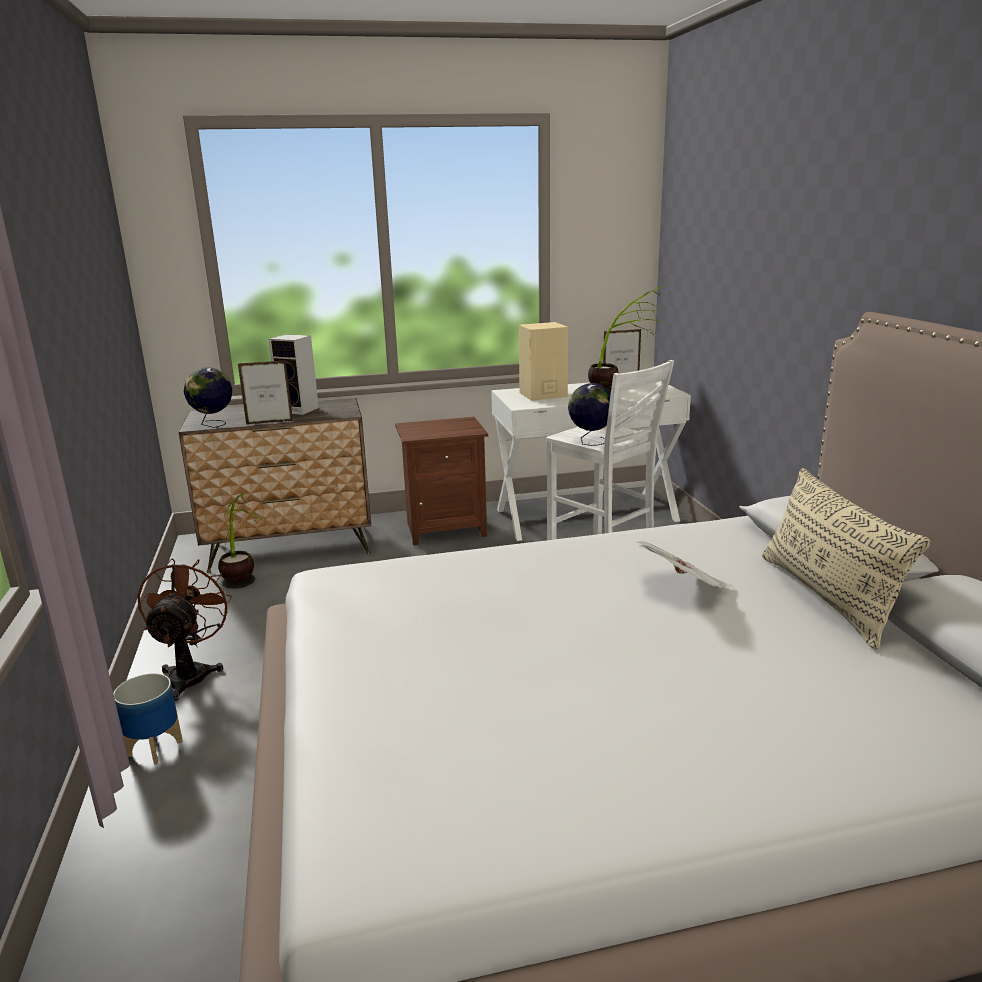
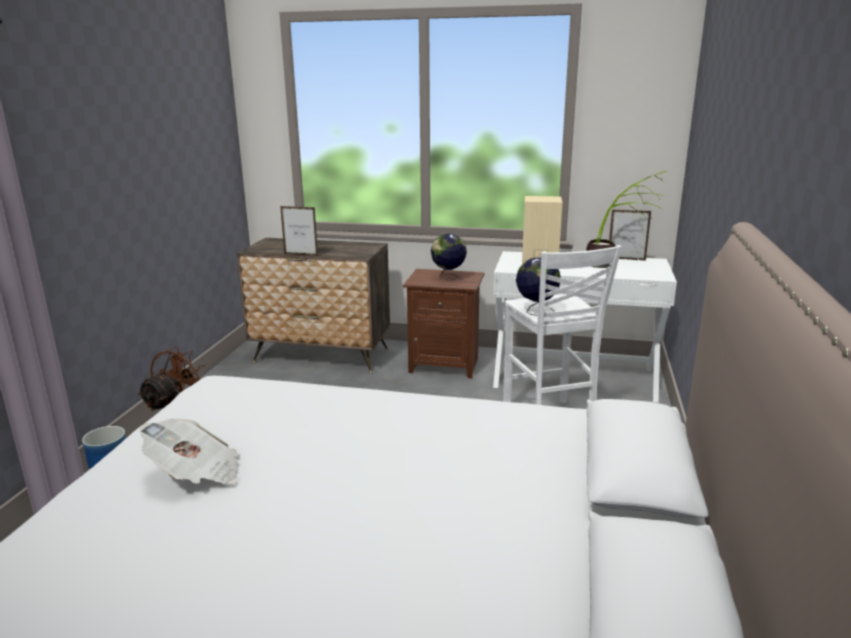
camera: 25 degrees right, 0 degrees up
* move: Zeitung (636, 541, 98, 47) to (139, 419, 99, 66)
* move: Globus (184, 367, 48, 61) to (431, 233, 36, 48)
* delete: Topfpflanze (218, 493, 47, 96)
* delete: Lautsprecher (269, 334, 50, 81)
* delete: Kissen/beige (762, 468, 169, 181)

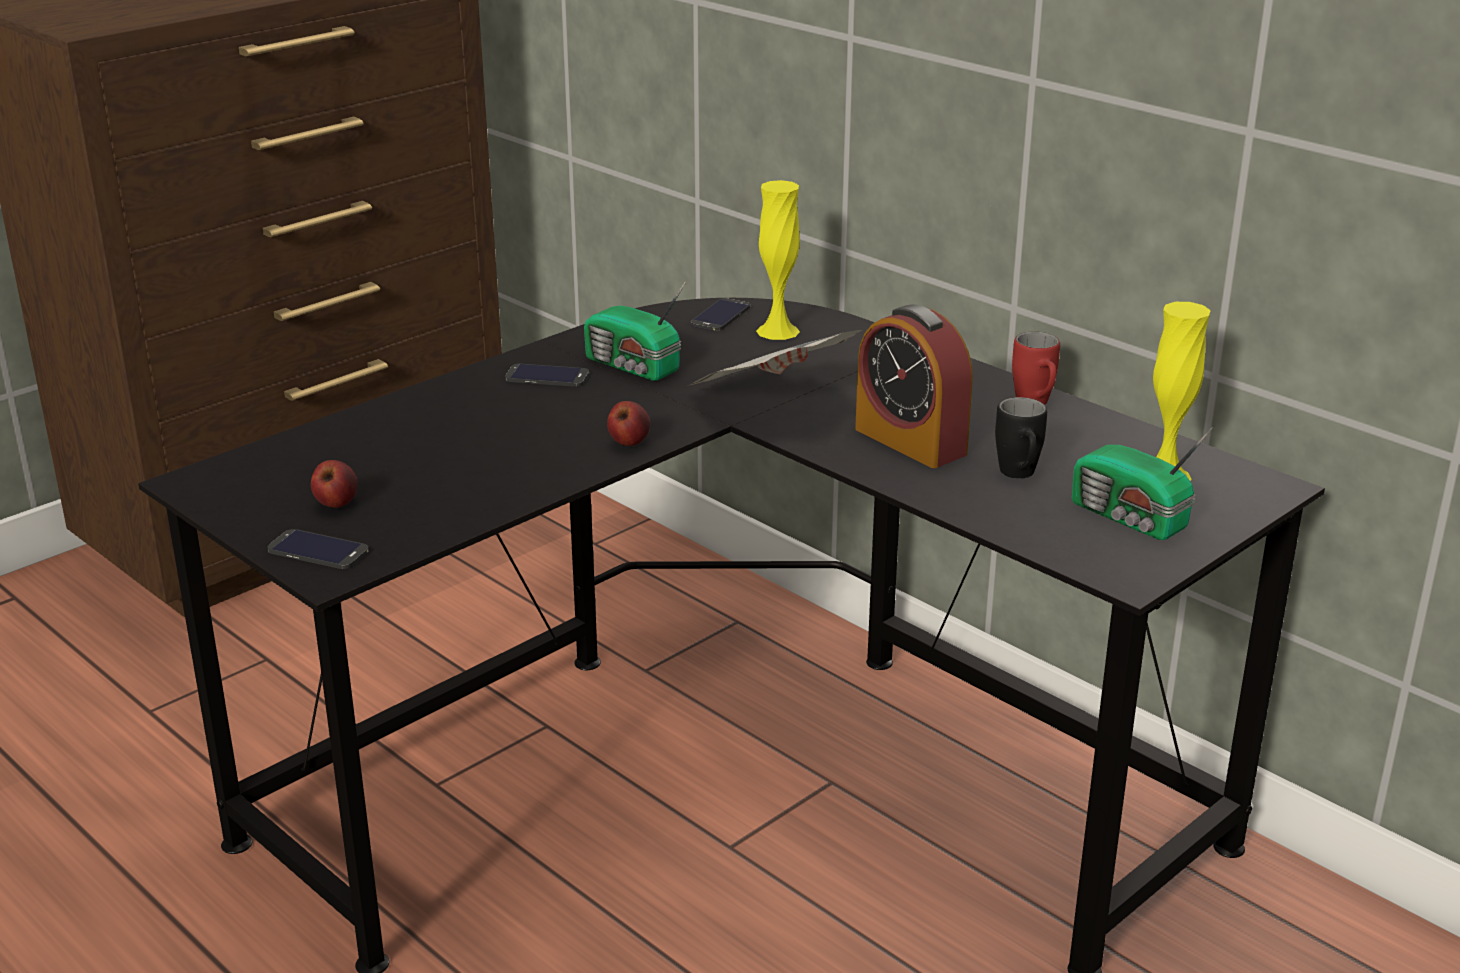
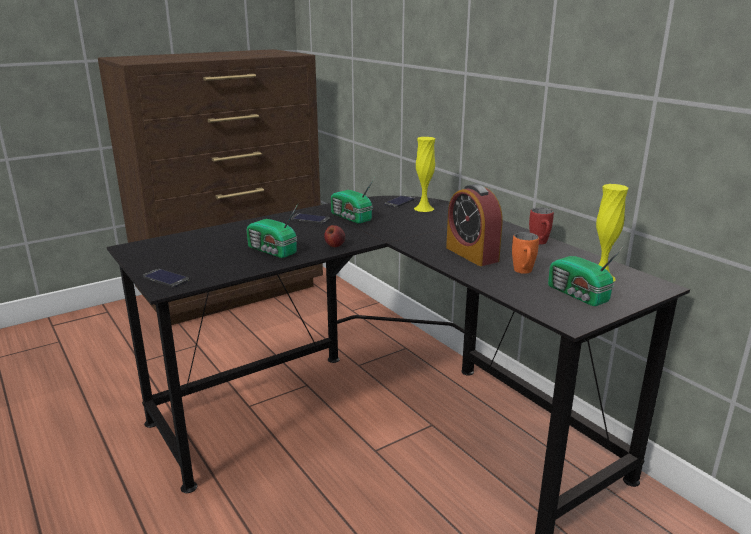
camera: 10 degrees right, 5 degrees down
* insert: Radio (247, 204, 51, 54)
* recolor: Henkelbecher/schwarz (995, 397, 52, 82) to Henkelbecher/orange (512, 232, 27, 42)
* delete: Apfel (311, 460, 47, 48)
* delete: Zeitung (687, 330, 175, 56)

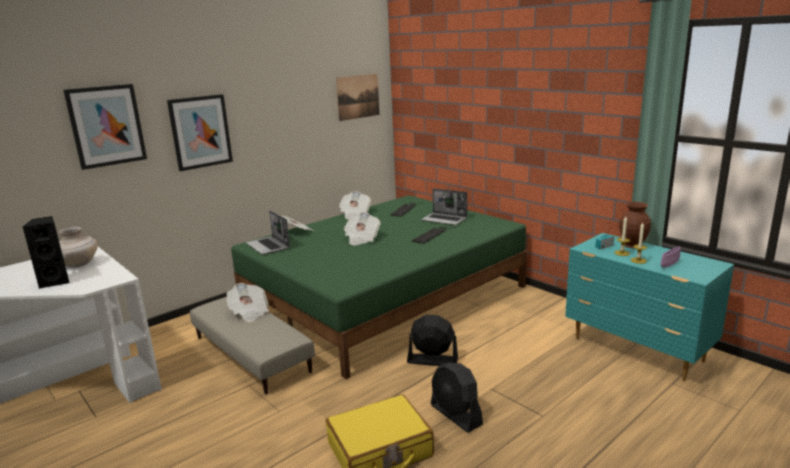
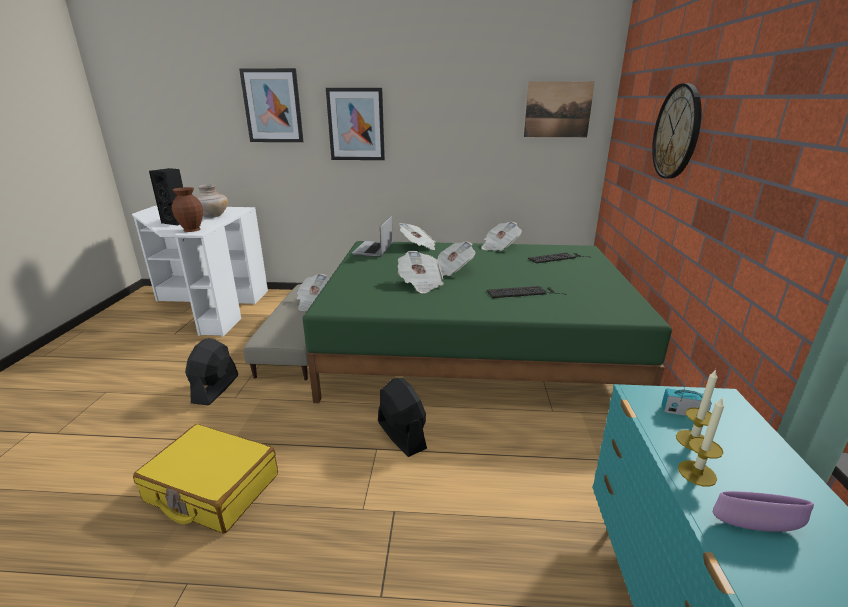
camera: 45 degrees right, 5 degrees up
* move: Vase/braun (619, 202, 32, 46) to (172, 187, 31, 45)
* move: Ventilator/schwarz (431, 363, 52, 70) to (185, 338, 53, 67)
* insert: Zeitung (398, 251, 46, 43)
* insert: Wanduhr (652, 83, 50, 96)
* delete: Laptop (421, 188, 46, 37)

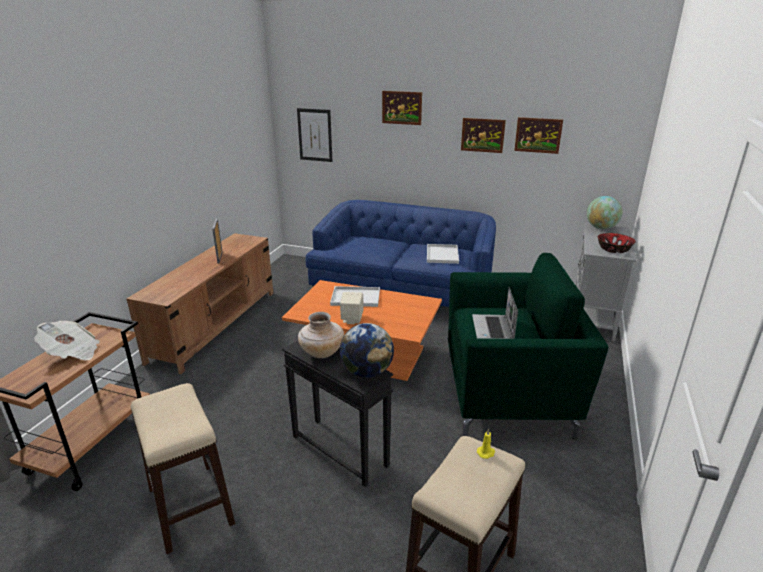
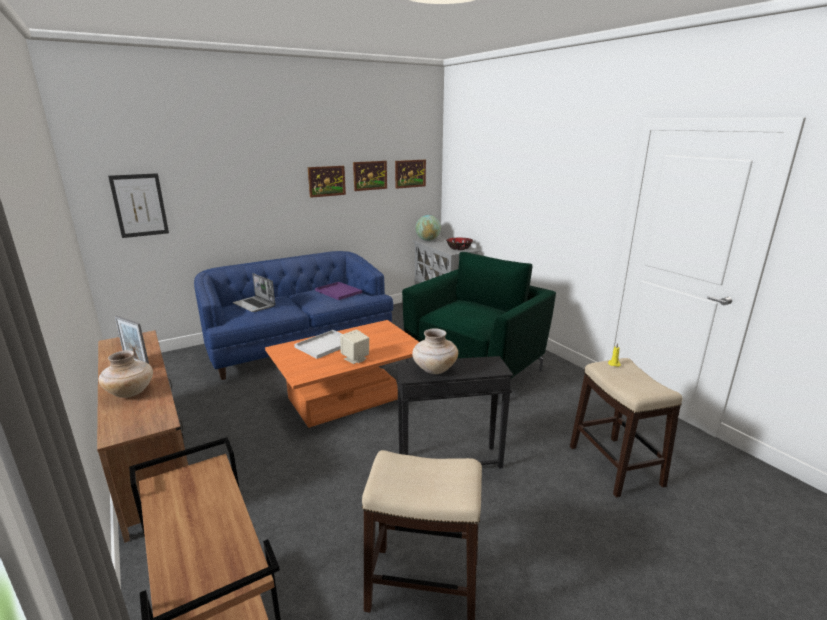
camera: 50 degrees left, 5 degrees down
* insert: Vase/beige (99, 350, 54, 48)
* move: Laptop (472, 287, 46, 52) to (233, 273, 42, 39)
* recolor: Tablett/weiß (427, 244, 32, 20) to Tablett/lila (315, 282, 47, 18)
* move: Bild (382, 91, 40, 34) to (395, 160, 31, 29)
* delete: Zeitung (34, 321, 66, 39)
* delete: Globus (340, 323, 54, 55)

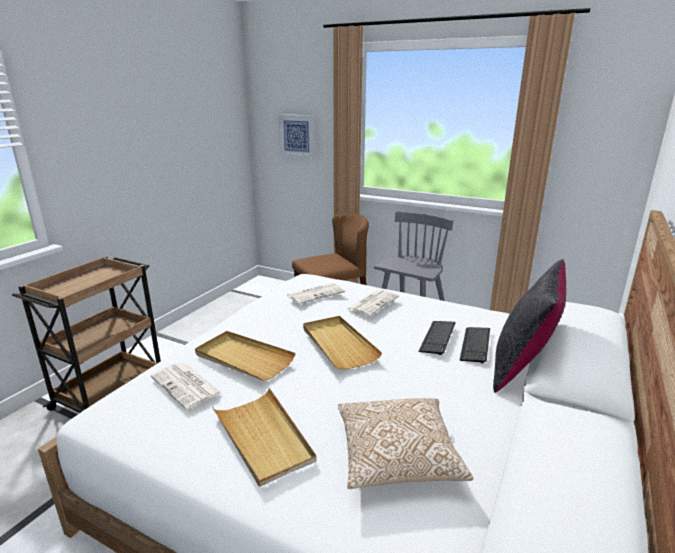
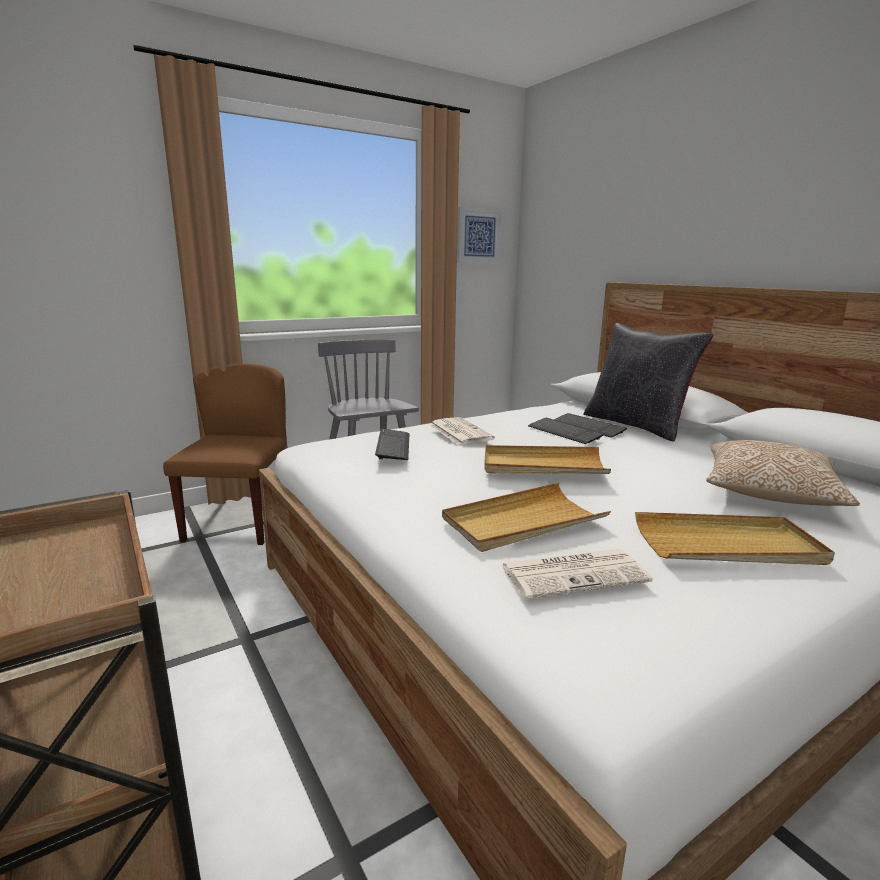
camera: 60 degrees left, 5 degrees down
* replace: Zeitung (286, 283, 59, 21) to Tastatur (375, 429, 34, 31)
* move: Bild (278, 114, 37, 44) to (457, 207, 45, 57)

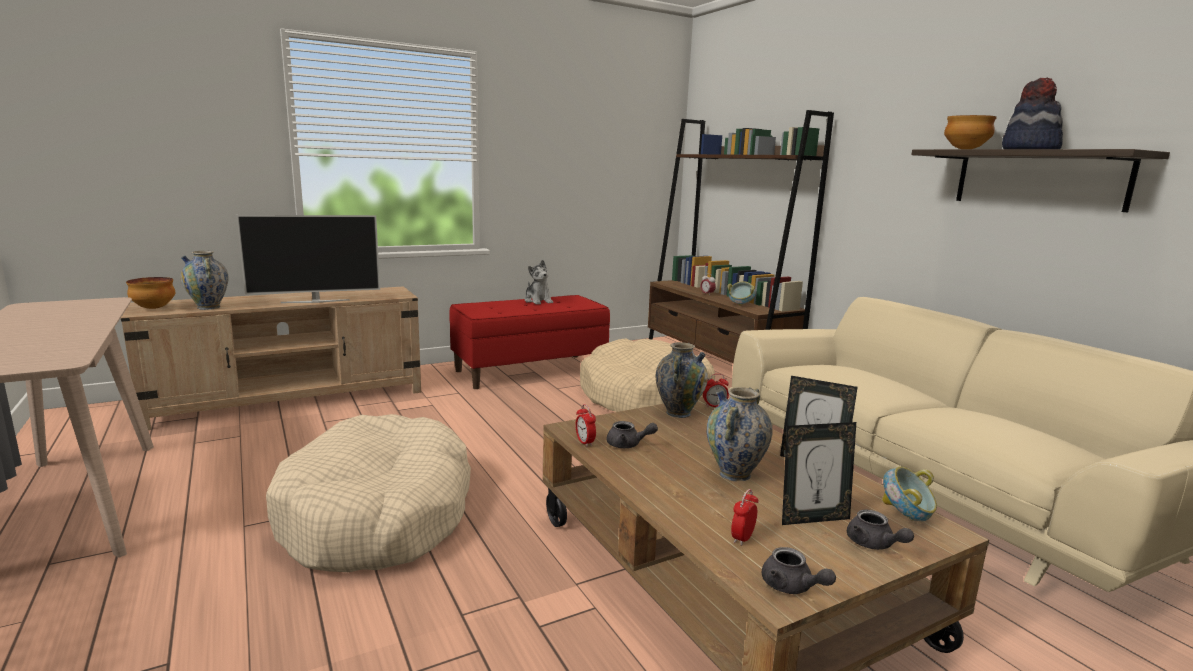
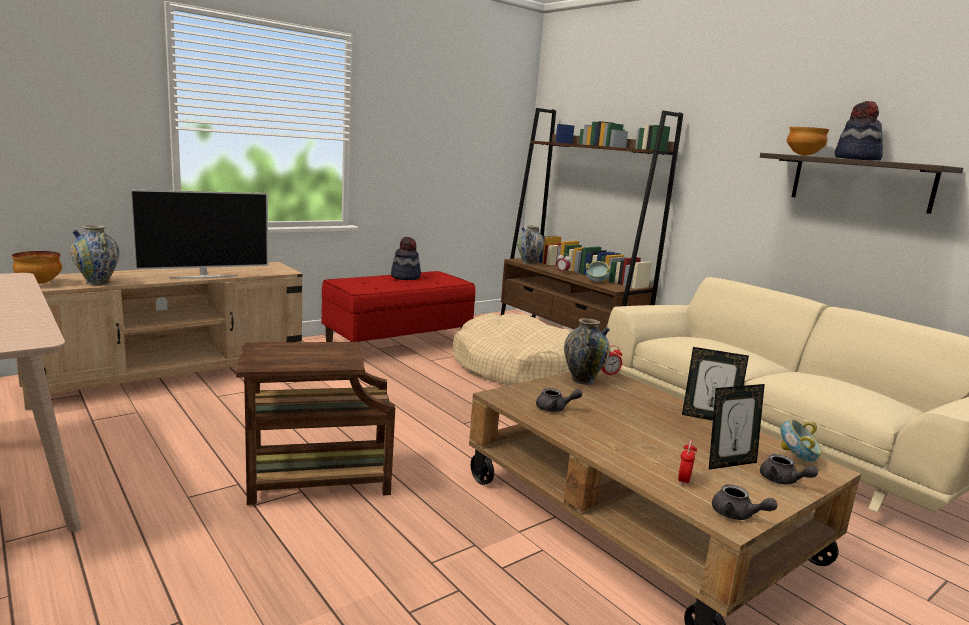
camera: 10 degrees left, 0 degrees up
* replace: Hundebett/beige (266, 414, 205, 158) to Beistelltisch/braun (236, 342, 159, 163)
* replace: Plüschtier (524, 260, 29, 45) to Hut (391, 237, 30, 43)
* move: Vase (706, 387, 67, 94) to (517, 226, 27, 38)
* delete: Wecker (576, 404, 20, 43)

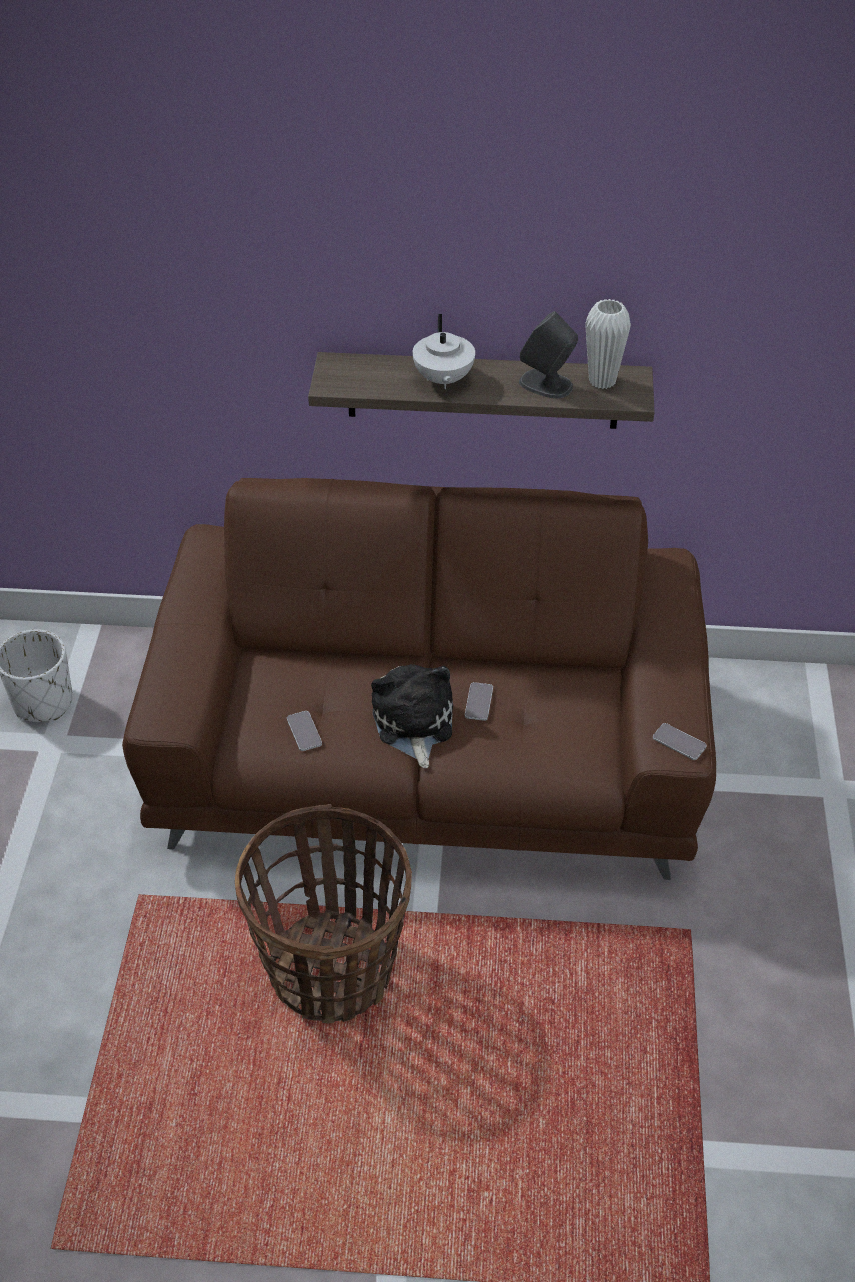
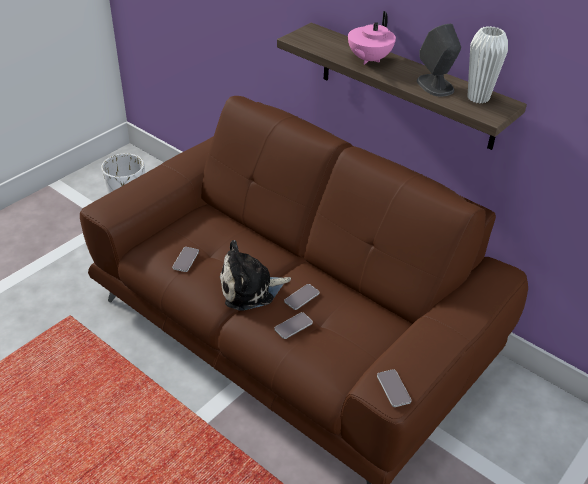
camera: 35 degrees right, 5 degrees down
* rotate: Plüschtier (371, 664, 82, 104) = (220, 240, 71, 71) 135 degrees counterclockwise
* insert: Handy (274, 312, 39, 27)
* recolor: Teekanne/weiß (412, 314, 63, 75) to Teekanne/rosa (348, 11, 48, 54)
* delete: Korb (235, 804, 177, 220)

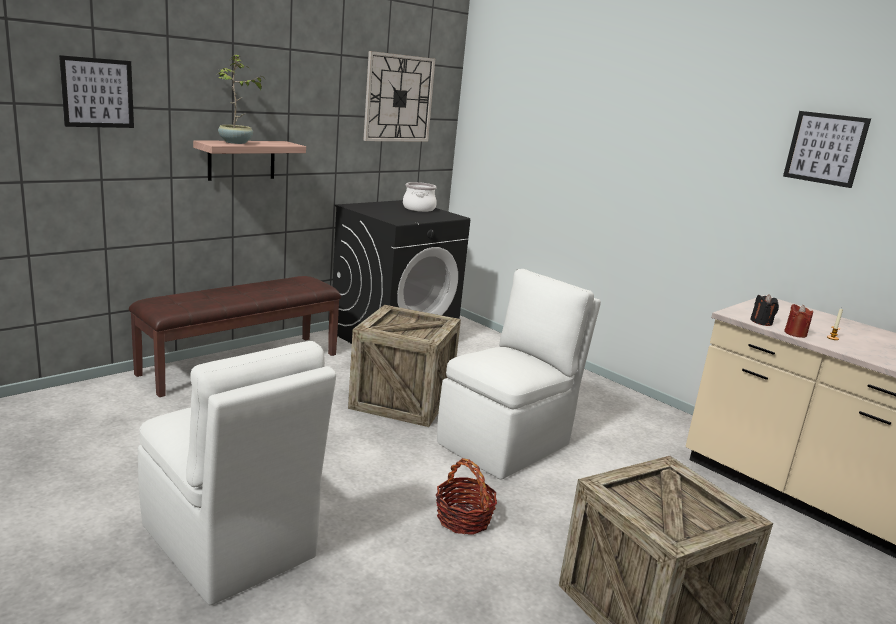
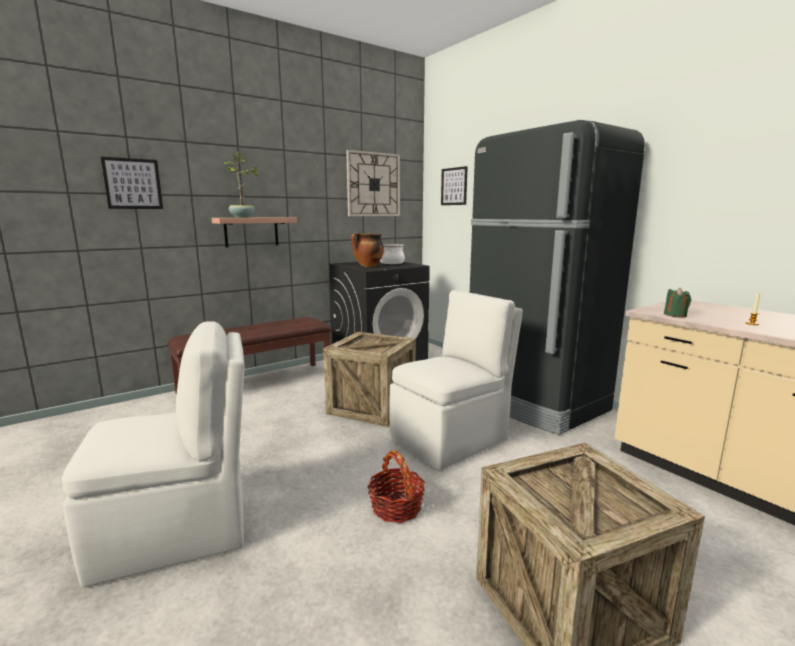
camera: 10 degrees right, 5 degrees down
* rotate: Stuhl/weiß (138, 341, 198, 264) = (62, 322, 183, 265) 75 degrees counterclockwise
* insert: Kochtopf (351, 233, 33, 34)
* move: Bild (783, 111, 88, 77) to (441, 166, 27, 39)
* insert: Kühlschrank/schwarz (470, 120, 175, 315)
* recolor: Kerze/schwarz (750, 294, 29, 32) to Kerze/grün (664, 288, 27, 30)
* delete: Kerze/rot (784, 304, 29, 34)

